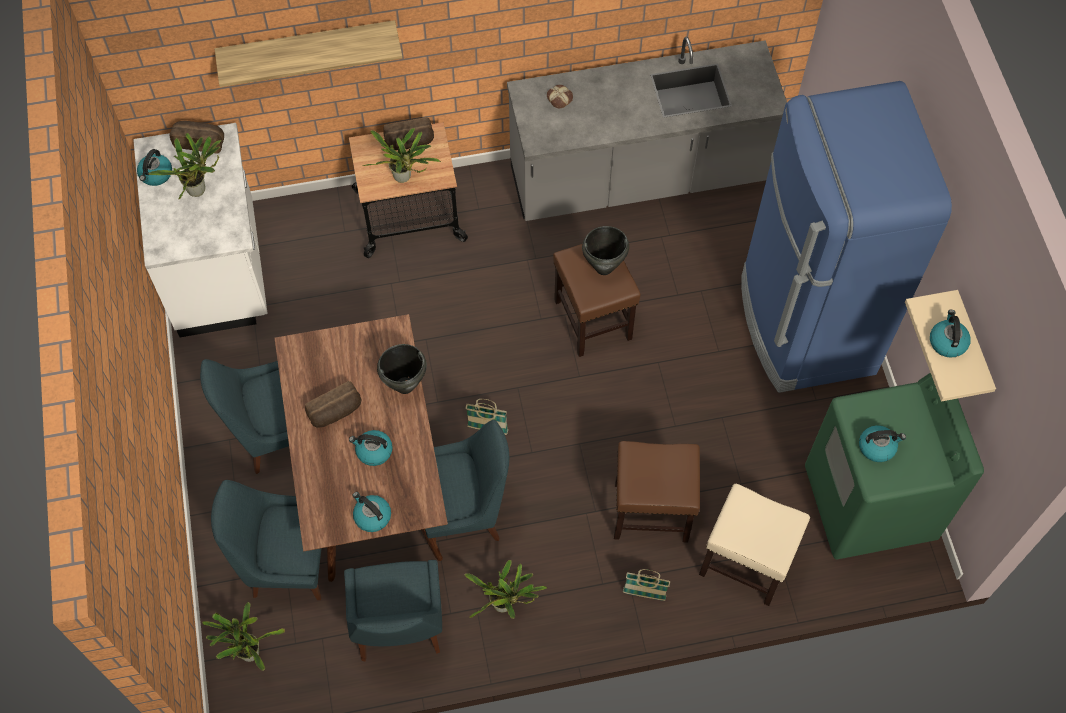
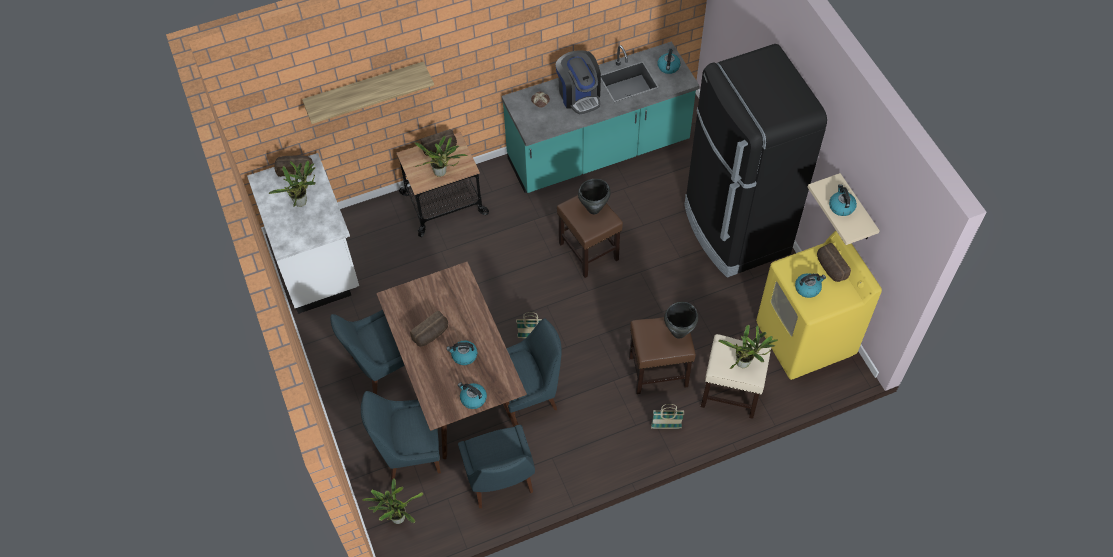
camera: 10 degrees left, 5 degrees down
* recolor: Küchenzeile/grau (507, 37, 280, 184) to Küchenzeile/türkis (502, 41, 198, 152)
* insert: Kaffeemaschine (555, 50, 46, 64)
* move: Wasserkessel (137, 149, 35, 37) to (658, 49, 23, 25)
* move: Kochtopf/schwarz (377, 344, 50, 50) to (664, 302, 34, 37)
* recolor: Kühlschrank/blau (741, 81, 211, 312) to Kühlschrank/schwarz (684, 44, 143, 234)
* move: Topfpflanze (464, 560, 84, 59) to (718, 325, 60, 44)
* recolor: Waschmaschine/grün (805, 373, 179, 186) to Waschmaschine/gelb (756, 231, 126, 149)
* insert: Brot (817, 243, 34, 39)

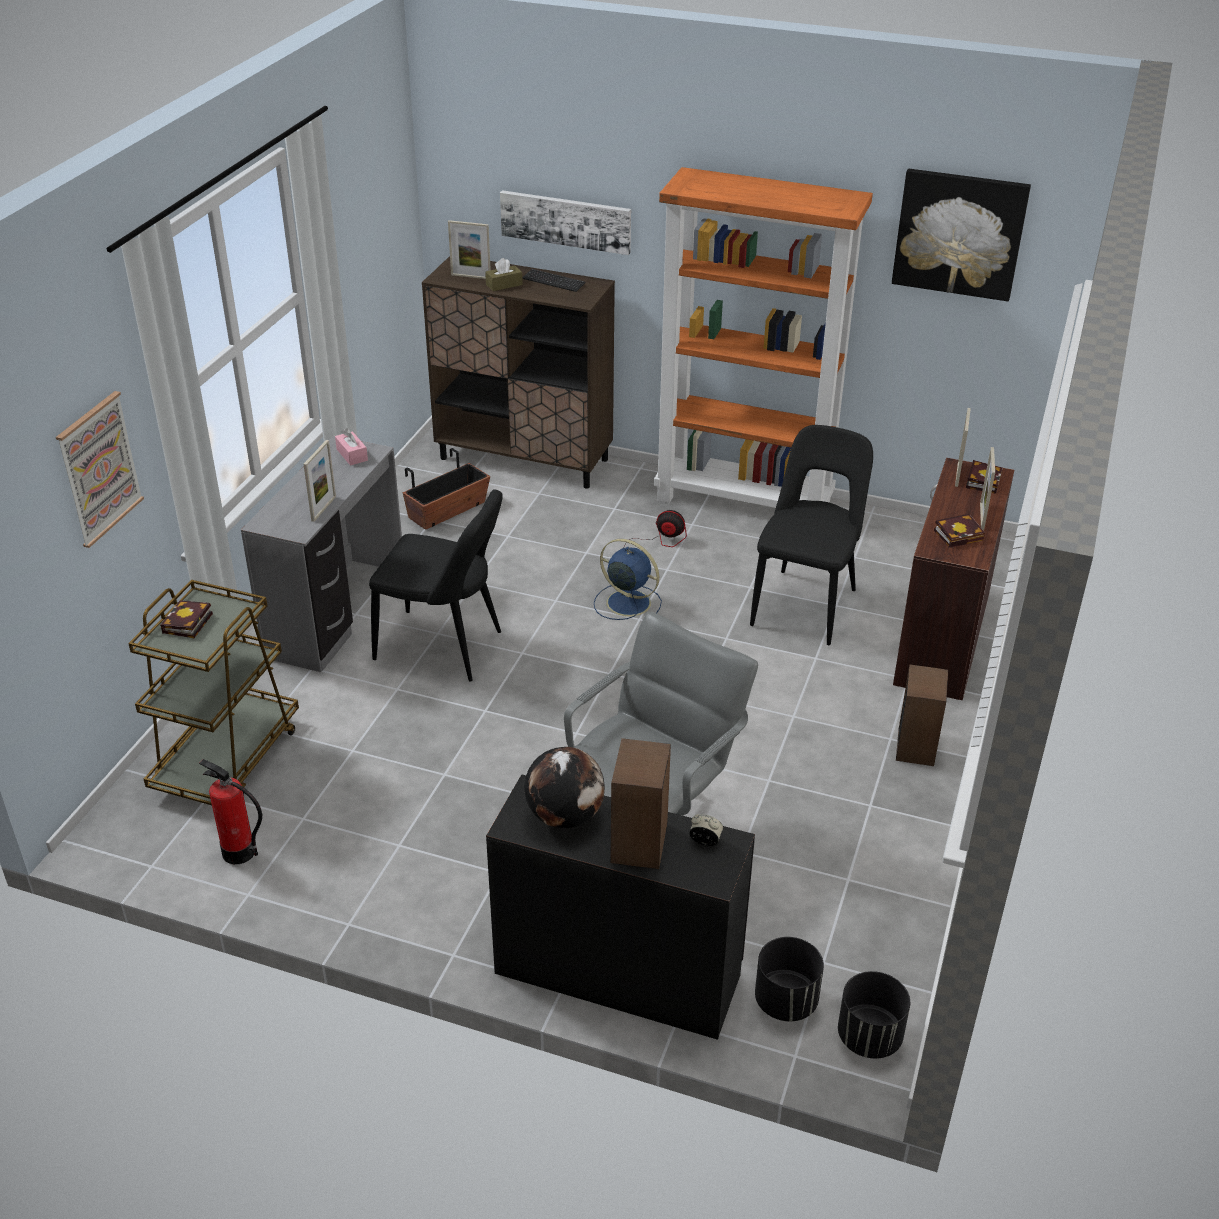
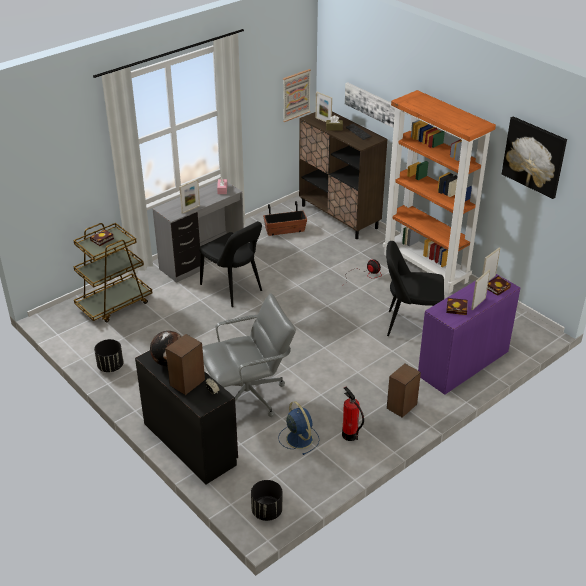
camera: 30 degrees right, 0 degrees up
* move: Pflanzkübel/schwarz (755, 937, 69, 84) to (94, 339, 29, 33)
* move: Ventilator/blau (594, 539, 68, 81) to (278, 401, 41, 54)
* move: Bild (56, 391, 88, 157) to (283, 69, 28, 53)
* move: Feuerlöscher (199, 759, 63, 105) to (342, 387, 22, 54)
* rotate: Stuhl/schwarz (750, 425, 123, 220) = (386, 241, 58, 95) 135 degrees counterclockwise
* recolor: Schreibtisch/braun (893, 458, 121, 242) to Schreibtisch/lila (418, 274, 102, 120)

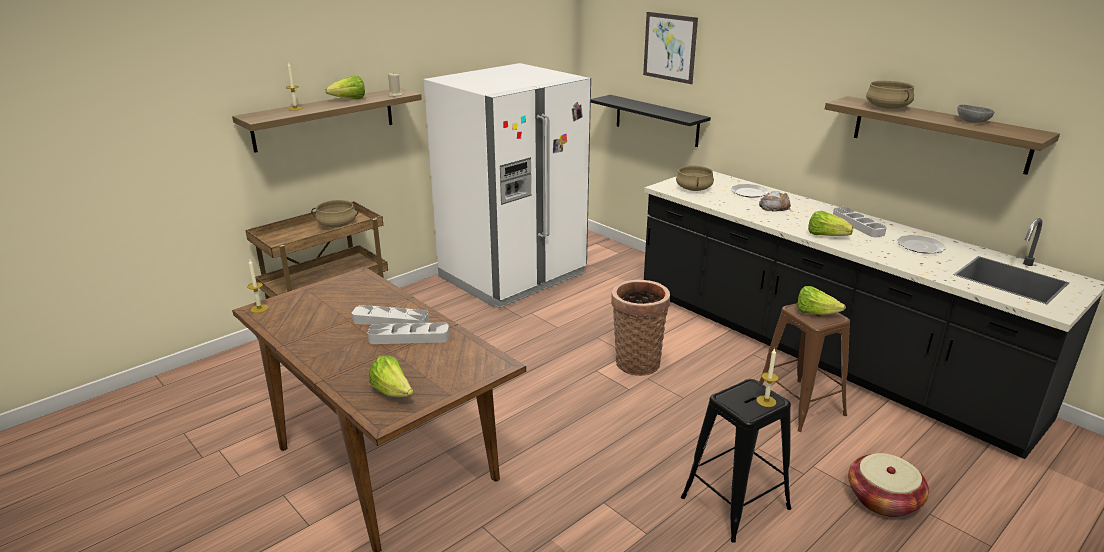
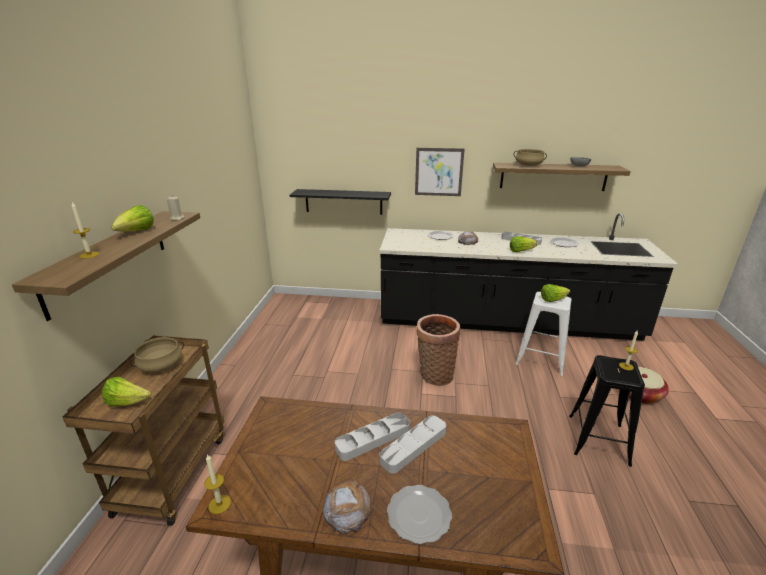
camera: 40 degrees left, 0 degrees up
* move: Salatkopf (369, 355, 44, 42) to (102, 377, 49, 30)
* insert: Brot (323, 478, 51, 56)
* insert: Teller (387, 485, 65, 59)
* move: Bild (643, 12, 55, 72) to (415, 148, 50, 48)
* recolor: Hocker/braun (759, 303, 91, 129) to Hocker/weiß (516, 292, 56, 84)
* delete: Kühlschrank/weiß (424, 63, 167, 245)
* delete: Kochtopf/beige (676, 166, 38, 25)

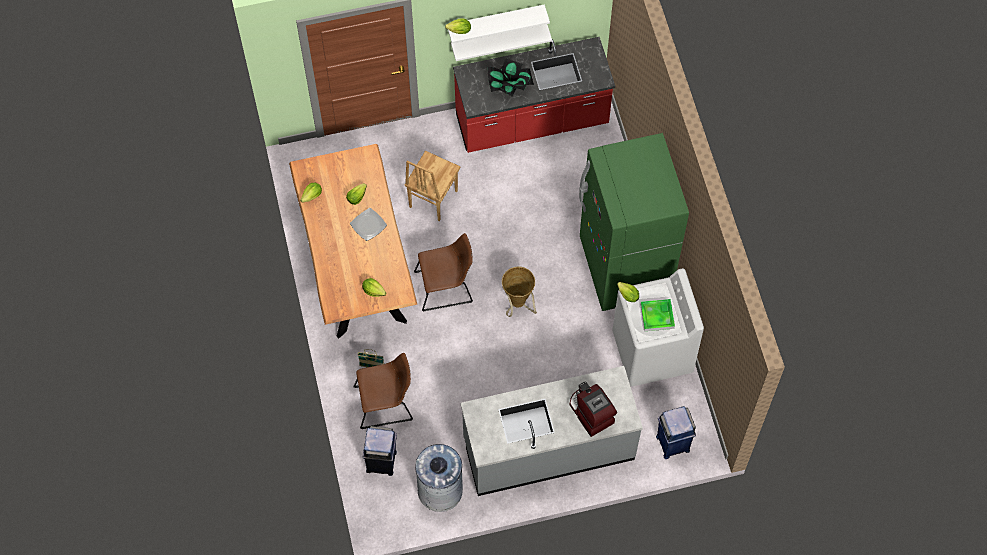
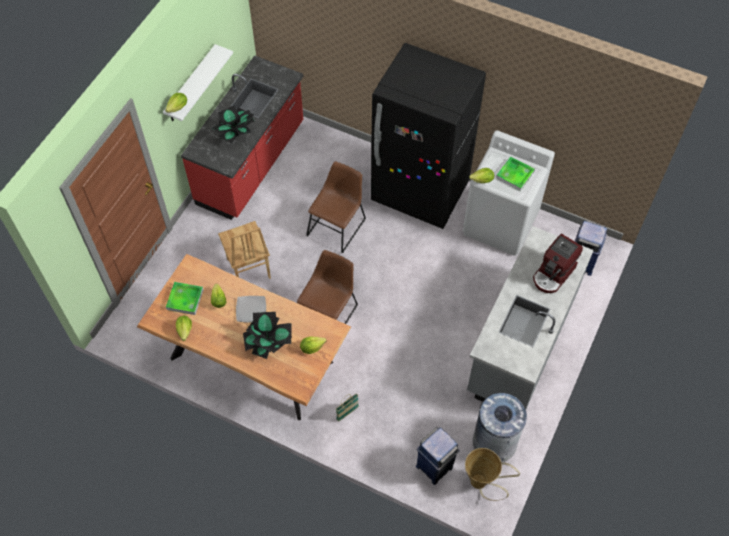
camera: 50 degrees left, 5 degrees down
* insert: Tablett (166, 282, 38, 33)
* insert: Topfpflanze (243, 312, 49, 47)
* move: Stuhl/braun (353, 353, 60, 76) to (307, 161, 59, 92)
* recolor: Kühlschrank/grün (579, 133, 110, 178) to Kühlschrank/schwarz (371, 43, 115, 186)
* move: Korb (502, 267, 35, 50) to (465, 448, 55, 53)
* rotate: Kaffeemaschine (570, 381, 47, 56) = (533, 234, 50, 59) 60 degrees counterclockwise
* delete: Wandregal/weiß (451, 24, 101, 37)

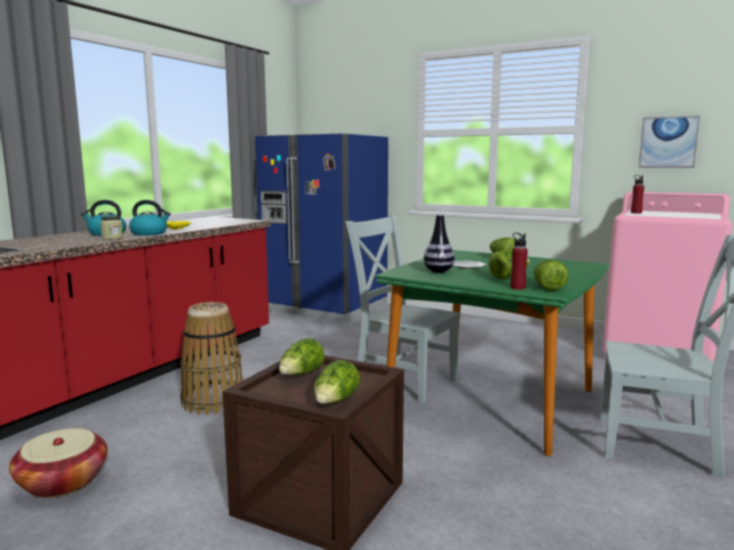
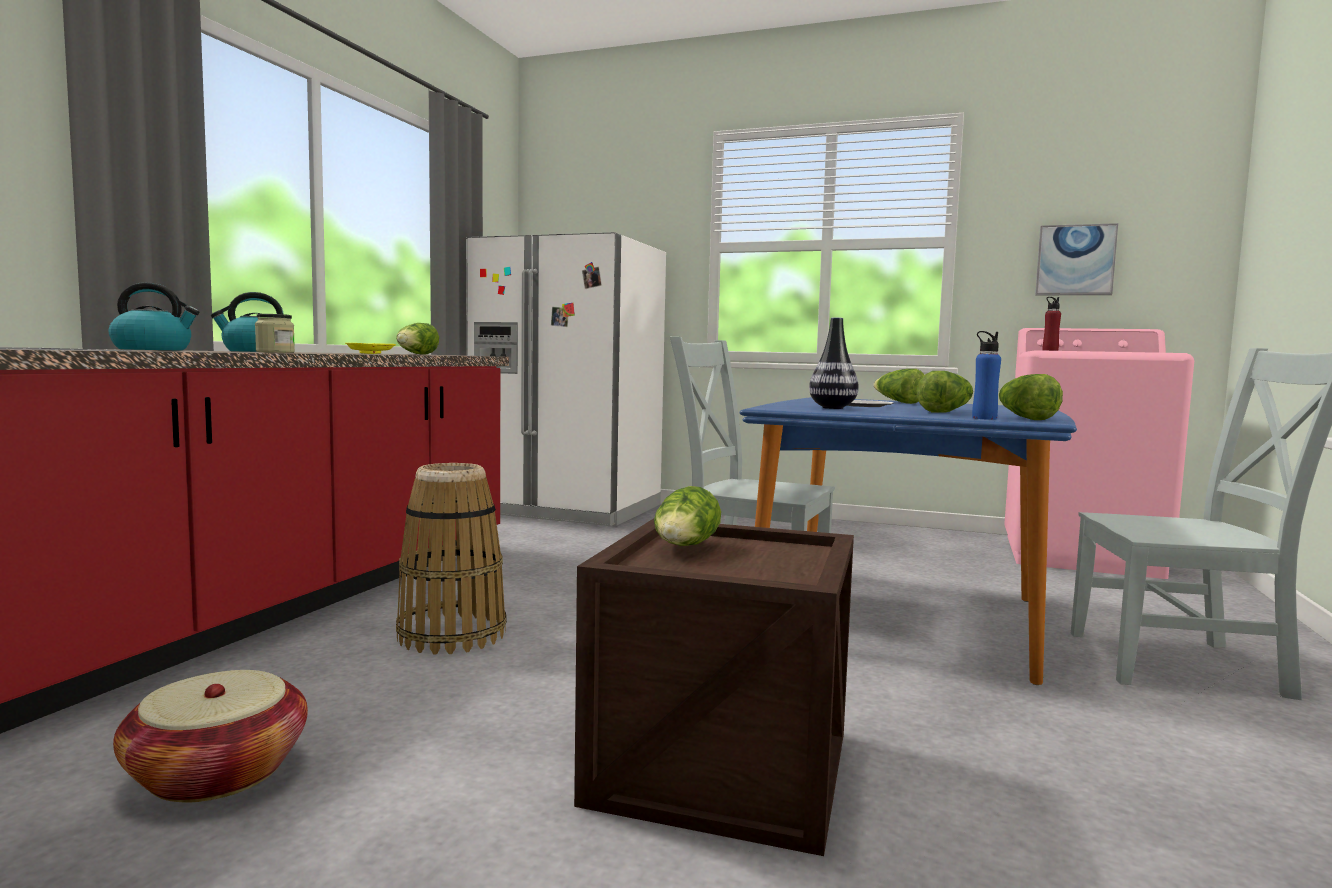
camera: 10 degrees left, 5 degrees down
* move: Wasserkessel (129, 200, 42, 36) to (109, 282, 90, 68)
* move: Salatkopf (314, 360, 46, 44) to (396, 323, 43, 32)
* recolor: Kühlschrank/blau (254, 133, 134, 190) to Kühlschrank/weiß (466, 232, 200, 294)
* recolor: Esstisch/grün (375, 250, 235, 206) to Esstisch/blau (739, 397, 338, 288)
* recolor: Flasche/rot (510, 233, 18, 57) to Flasche/blau (972, 331, 29, 89)

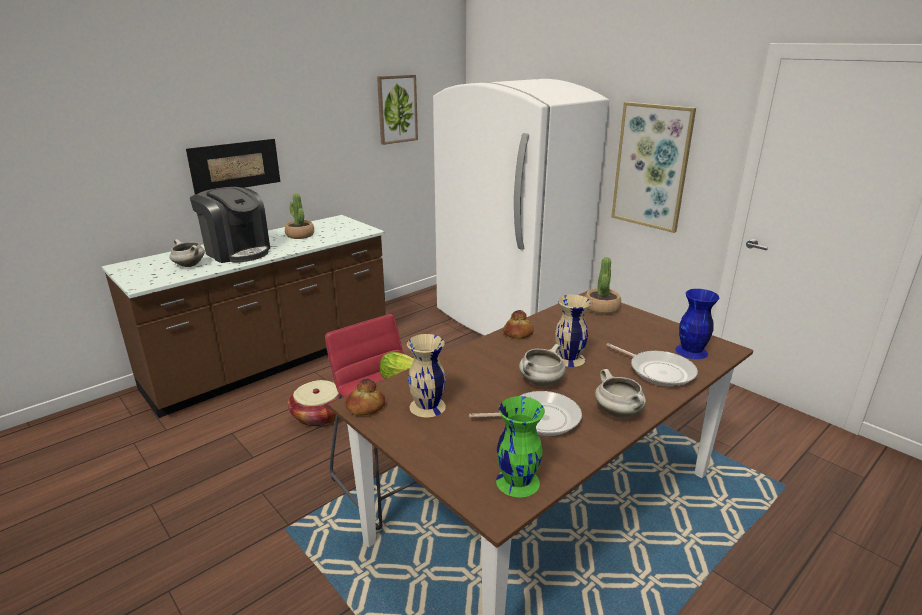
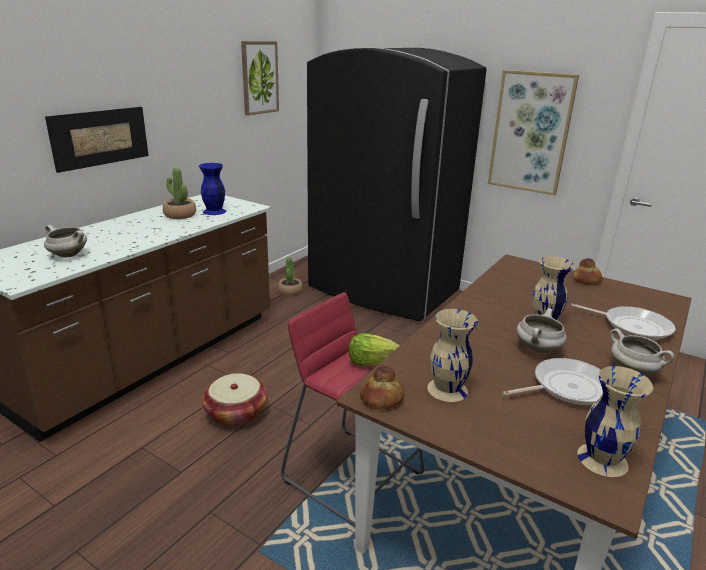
camera: 15 degrees left, 0 degrees up
* move: Vase/blau (675, 289, 44, 70) to (199, 163, 27, 52)
* move: Topfpflanze (585, 257, 36, 58) to (278, 257, 24, 38)
* recolor: Kühlschrank/weiß (433, 79, 176, 257) to Kühlschrank/schwarz (307, 47, 180, 274)
* move: Brot (503, 310, 31, 29) to (573, 258, 30, 27)
* recolor: Vase/grün (496, 396, 49, 101) to Vase/beige (577, 366, 76, 111)
* delete: Kaffeemaschine (190, 187, 80, 76)

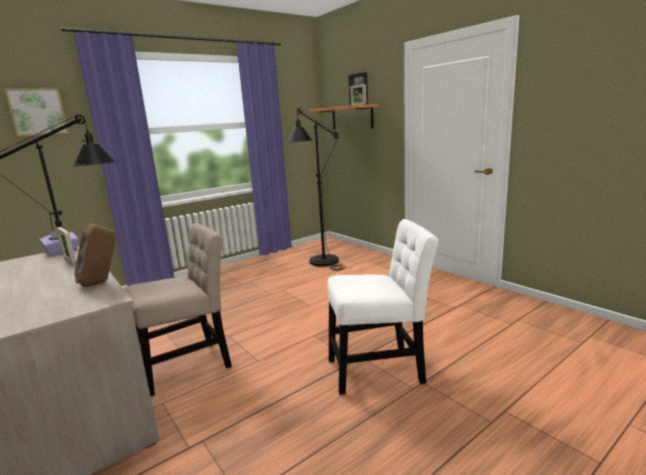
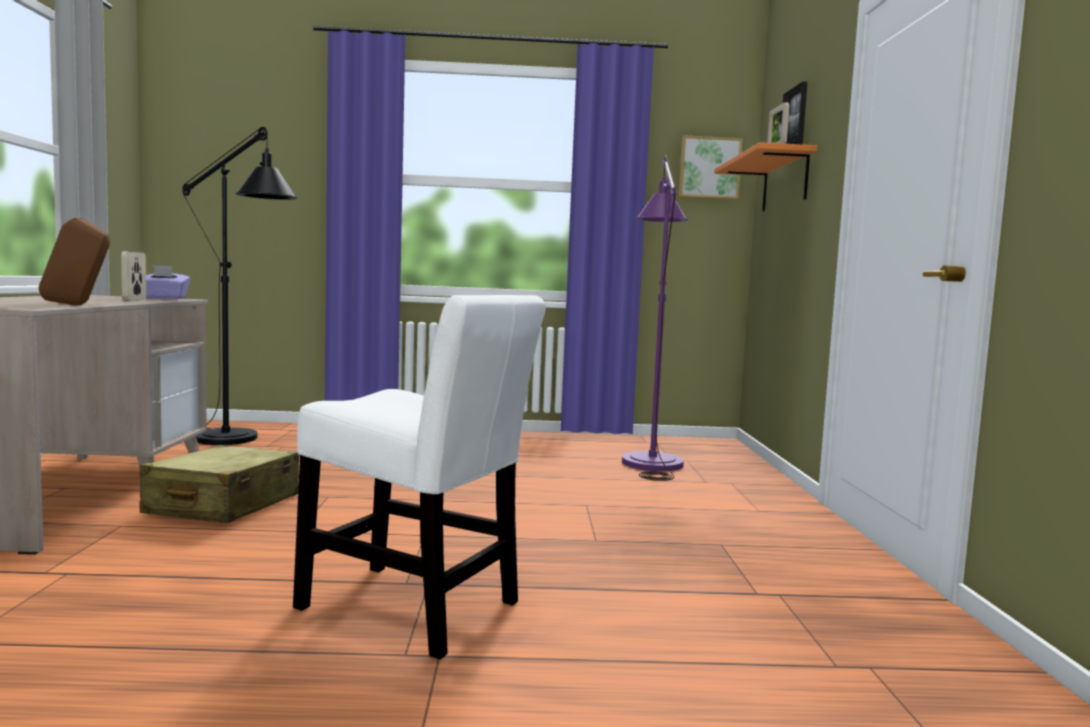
camera: 35 degrees right, 10 degrees down
* replace: Stuhl/beige (125, 223, 107, 173) to Koffer/beige (140, 445, 159, 78)
* recolor: Stehlampe/schwarz (286, 108, 59, 163) to Stehlampe/lila (622, 155, 66, 326)
* move: Bild (5, 88, 64, 48) to (679, 136, 64, 64)

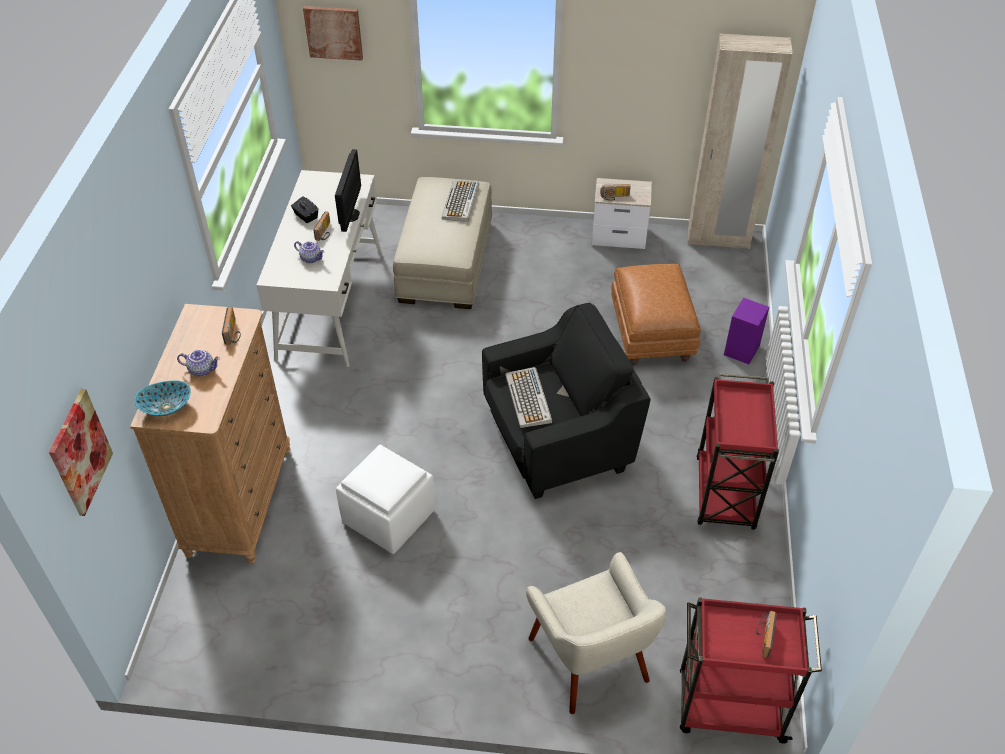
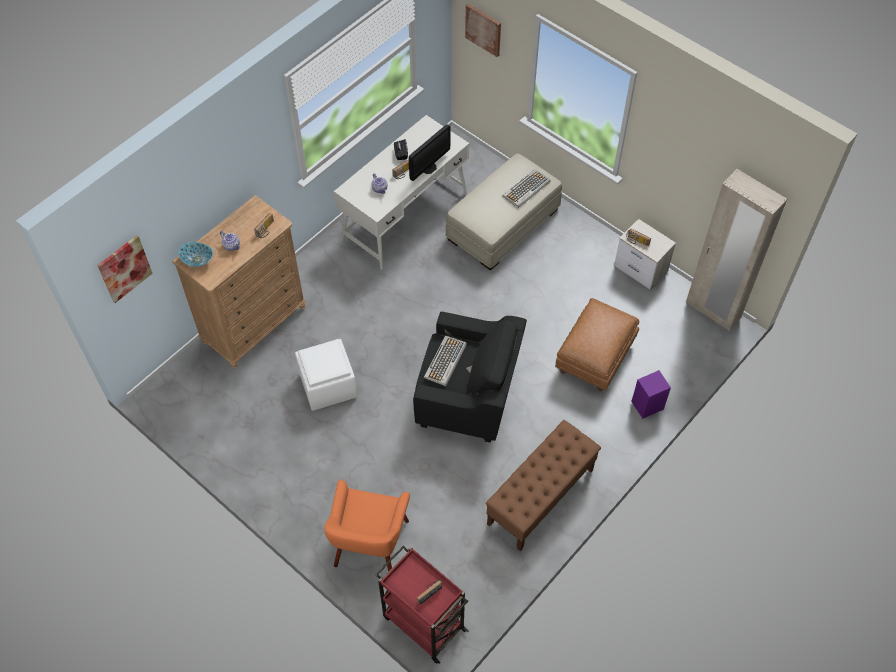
camera: 35 degrees right, 10 degrees up
* recolor: Sessel/beige (526, 552, 140, 162) to Sessel/orange (324, 479, 86, 93)
* replace: Rollwagen/rot (696, 373, 83, 157) to Bank/braun (486, 420, 115, 131)

